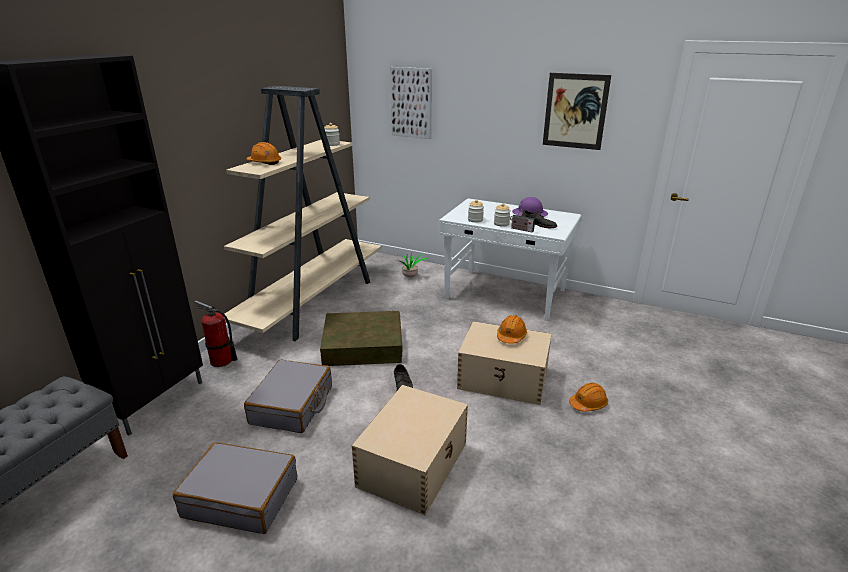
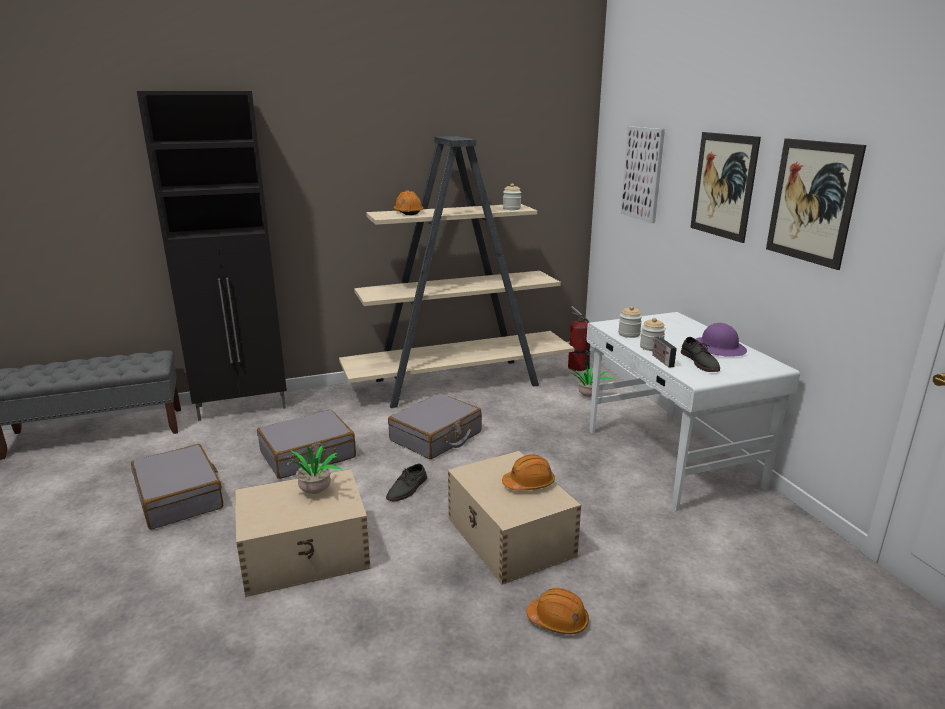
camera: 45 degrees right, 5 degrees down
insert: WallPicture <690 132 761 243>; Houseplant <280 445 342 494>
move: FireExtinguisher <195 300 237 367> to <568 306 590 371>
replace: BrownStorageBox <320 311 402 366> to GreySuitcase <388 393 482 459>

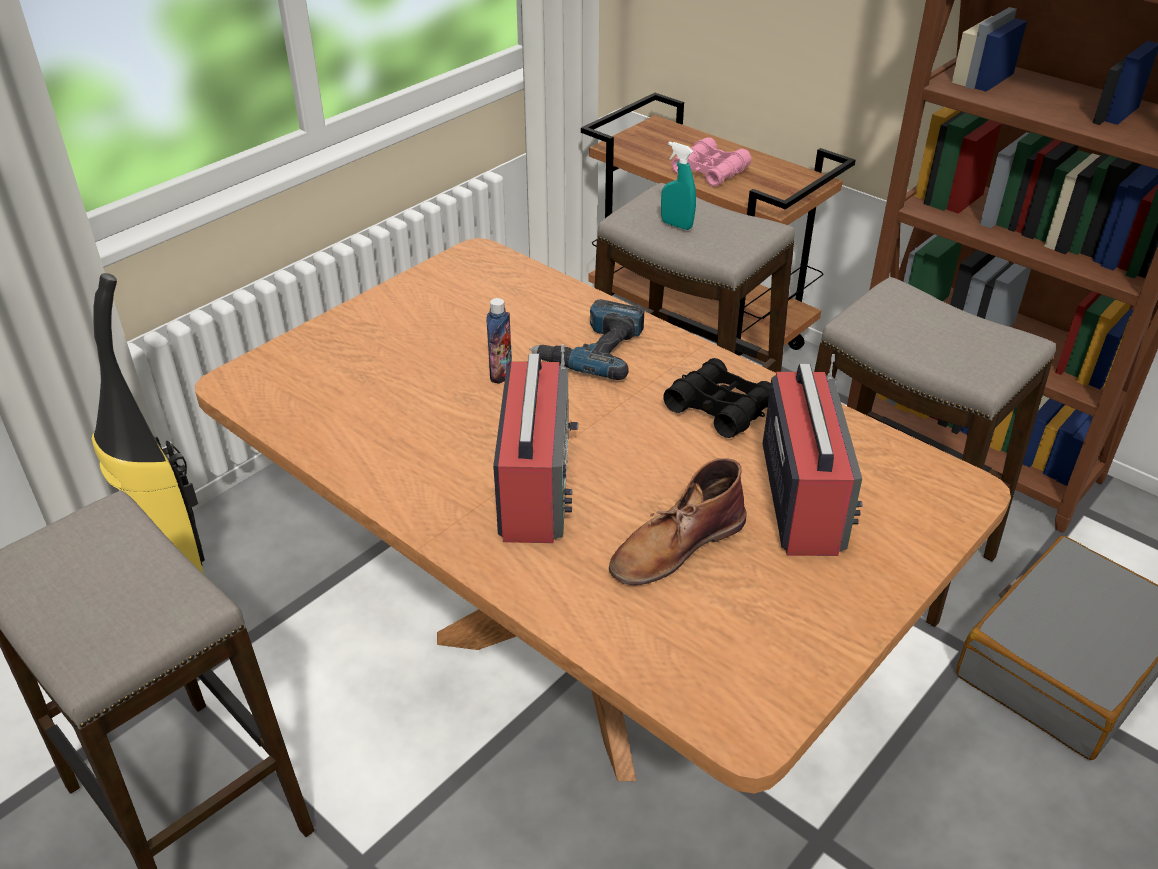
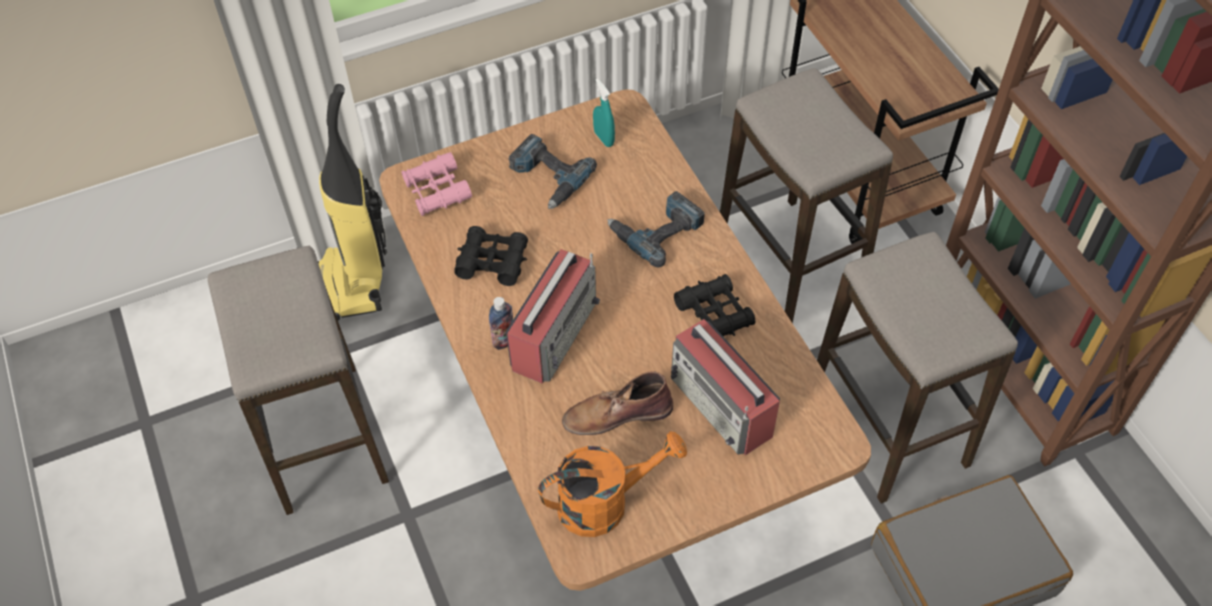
camera: 25 degrees right, 15 degrees up
insert: PowerDrill <508 134 597 209>; BlackPairOfBinoculars <454 226 528 286>; OrangeColouredWateringPot <538 431 687 537>
move: PinkishPairOfBinoculars <671 137 752 187> to <401 152 472 216>; BlueGreenHandSprayer <661 142 696 230> to <593 78 615 147>; DrinkBottle <486 298 512 384> to <489 297 513 350>
rotate: RadioSet <762 354 863 556> = <671 319 780 455> 120 degrees clockwise

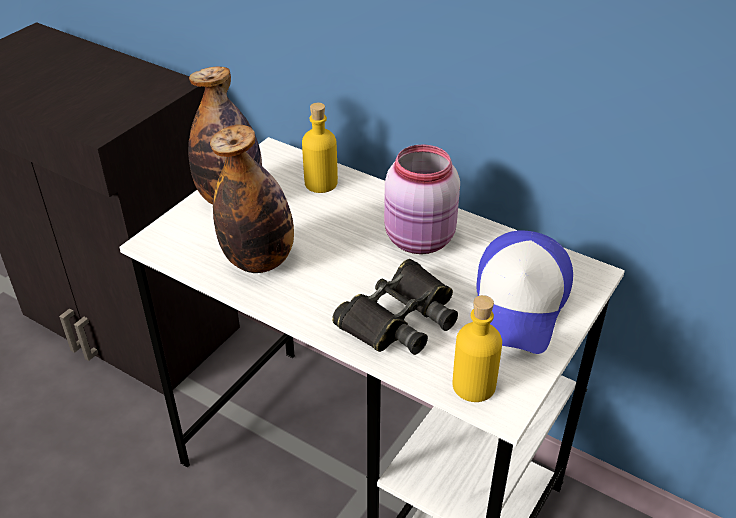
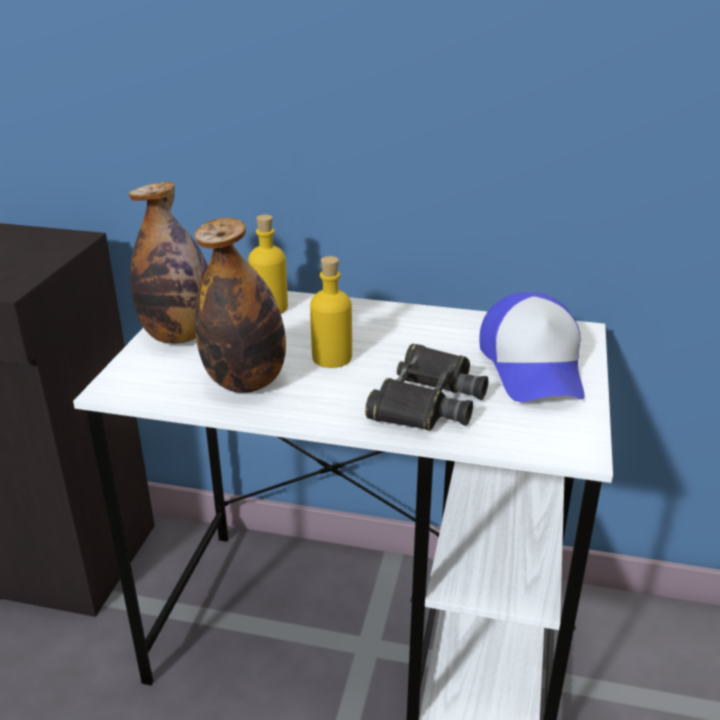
camera: 20 degrees left, 10 degrees down
delete: PinkishJar <384 144 460 254>
move: YellowDrinkBottle <453 295 502 402> to <310 256 352 368>

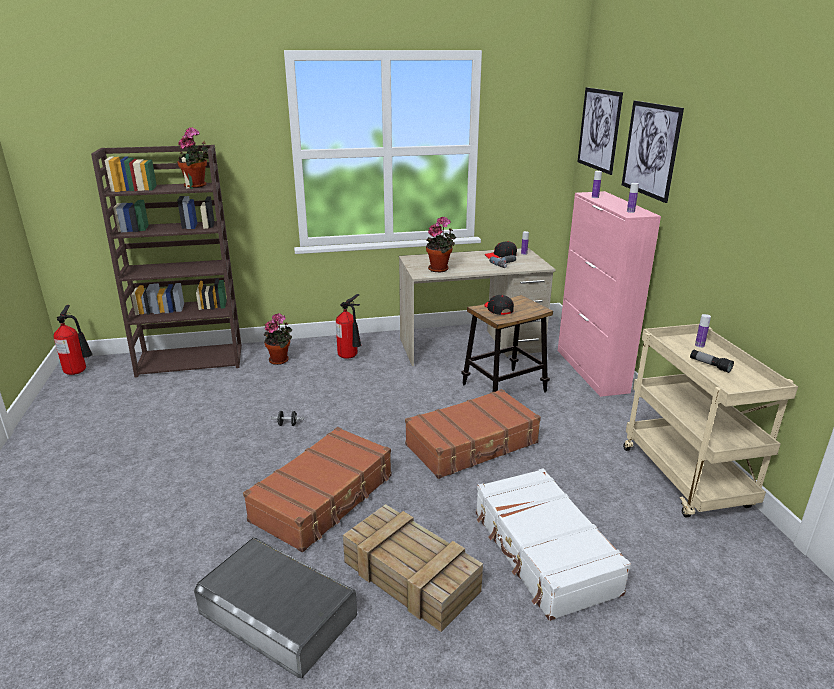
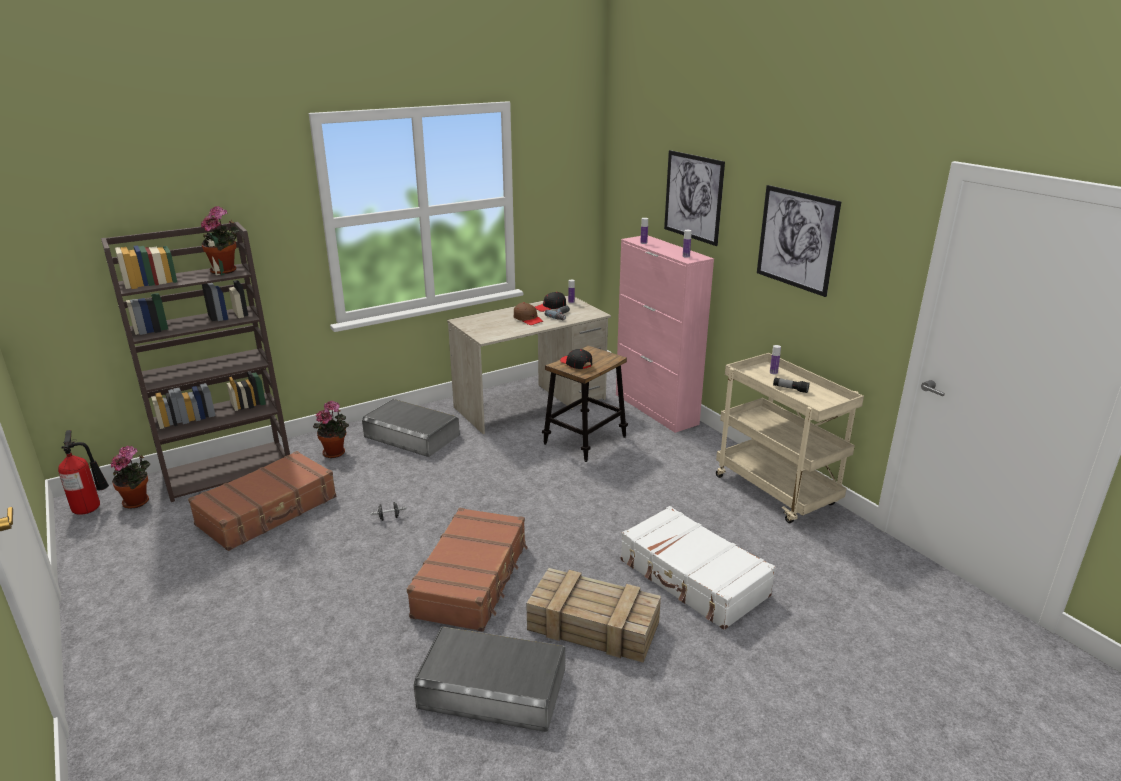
camera: 20 degrees left, 0 degrees up
insert: BrownBaseballCap <514 302 543 325>
move: WallPicture <577 87 623 175> to <757 185 841 297>; Houseplant <426 216 456 272> to <111 446 150 509>; BrownSuitcase <405 389 541 479> to <188 451 336 551>
replace: FireExtinguisher <336 294 361 359> to GreyStorageBox <362 399 460 457>

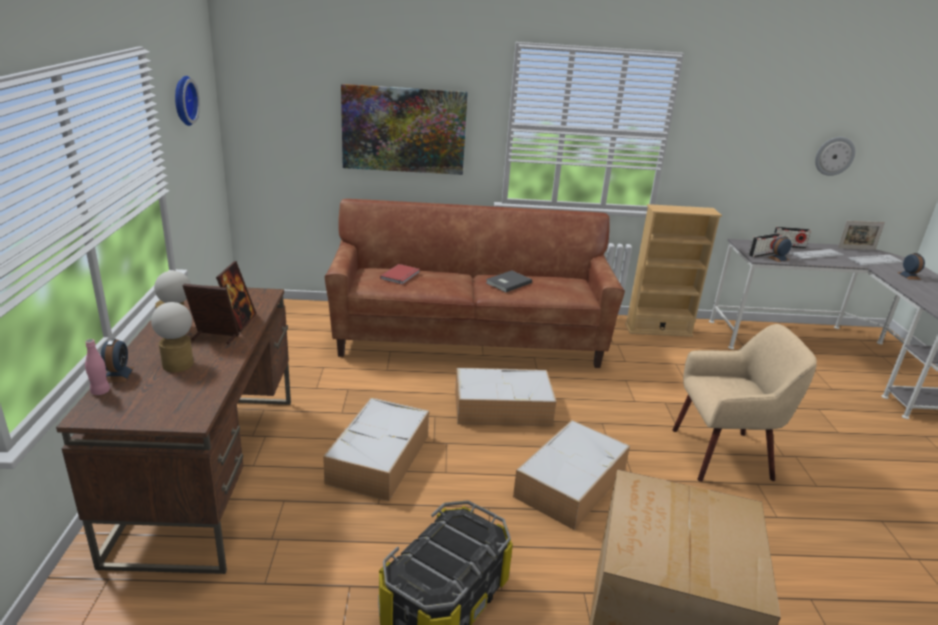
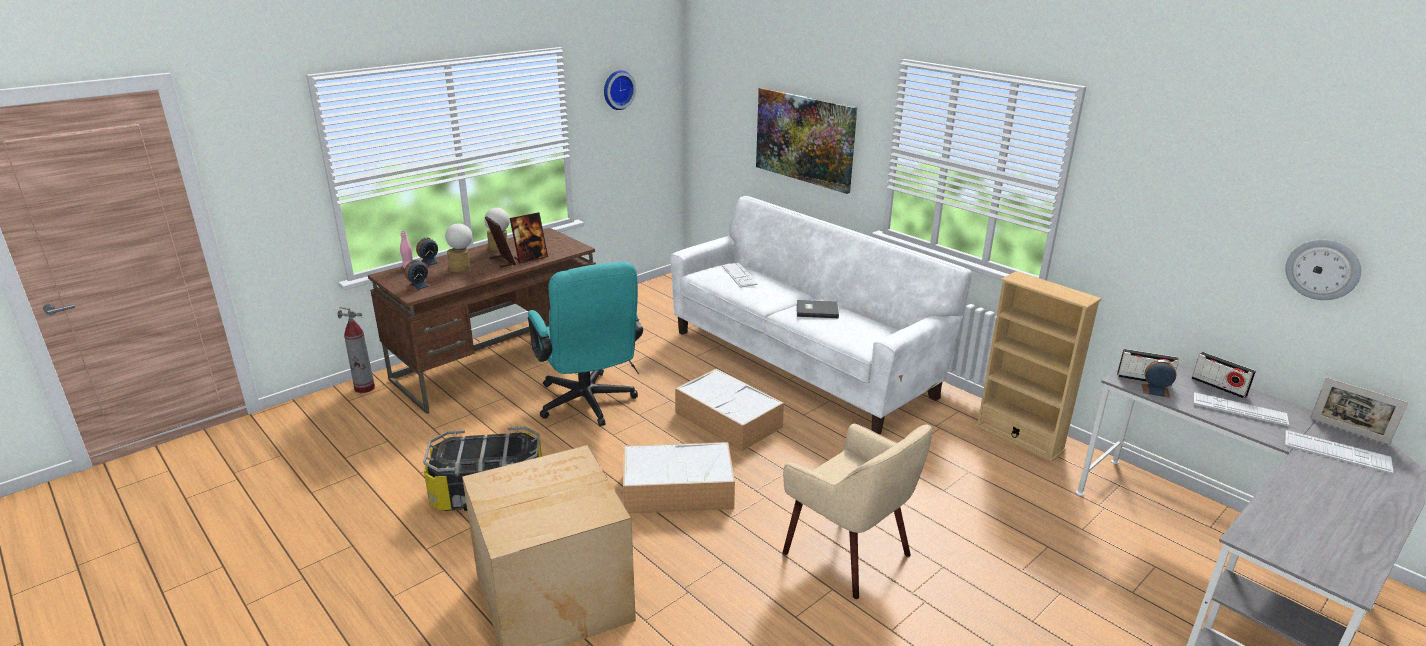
camera: 50 degrees right, 0 degrees up
insert: FireExtinguisher <338 307 375 393>
move: TableClock <898 253 925 280> to <404 260 431 291>
replace: ReddishVolume <380 264 420 285> to ComputerKeyboard <722 263 758 288>; StorageBox <323 397 429 501> to BlueGreenOfficeChair <528 262 643 426>
recolor: BrownSettee <325 199 625 368> to WhiteColouredSettee <670 196 972 434>

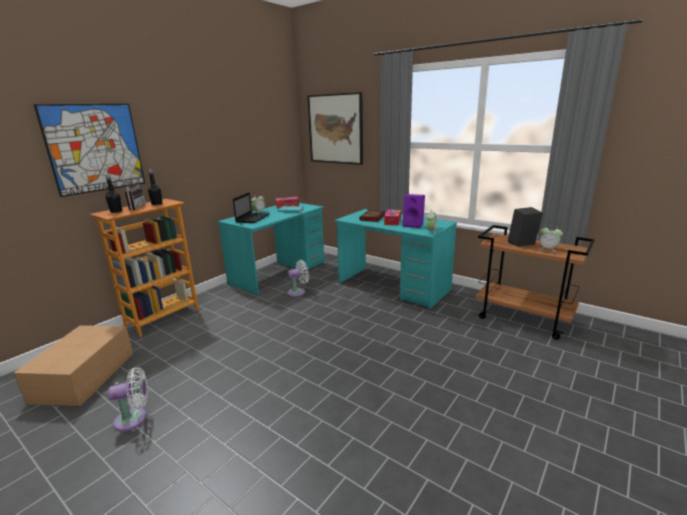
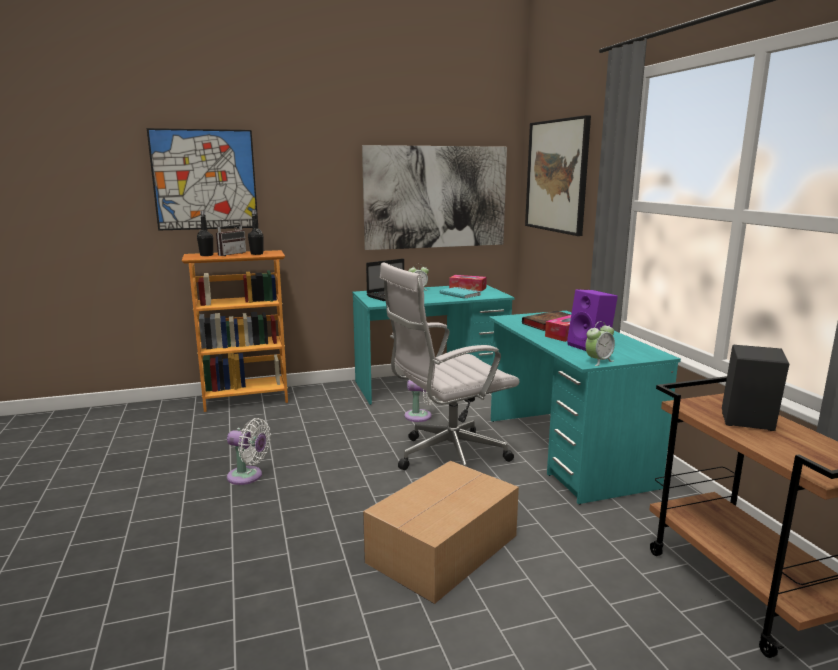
camera: 35 degrees right, 5 degrees down
delete: TableClock <539 225 563 252>
insert: WallPicture <362 145 507 250>; WhiteColouredOfficeChair <380 262 520 470>
move: Carton <14 325 133 407> to <363 461 519 604>; WhiteColouredElectricFan <108 367 148 431> to <227 418 271 485>

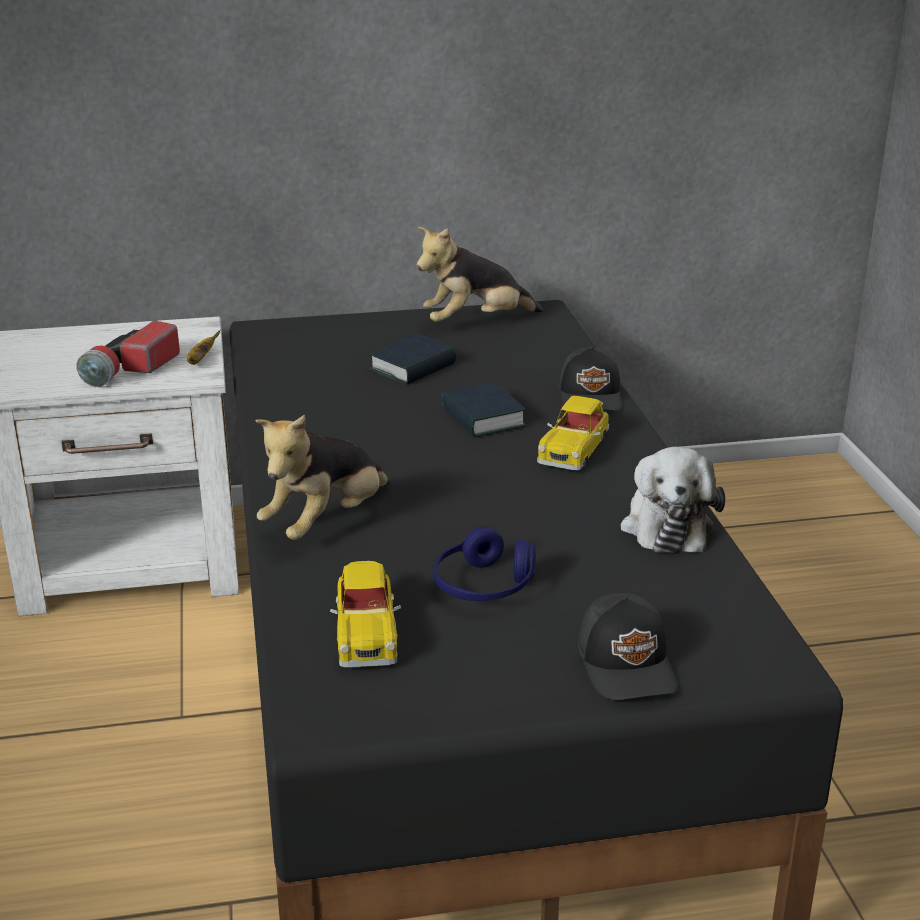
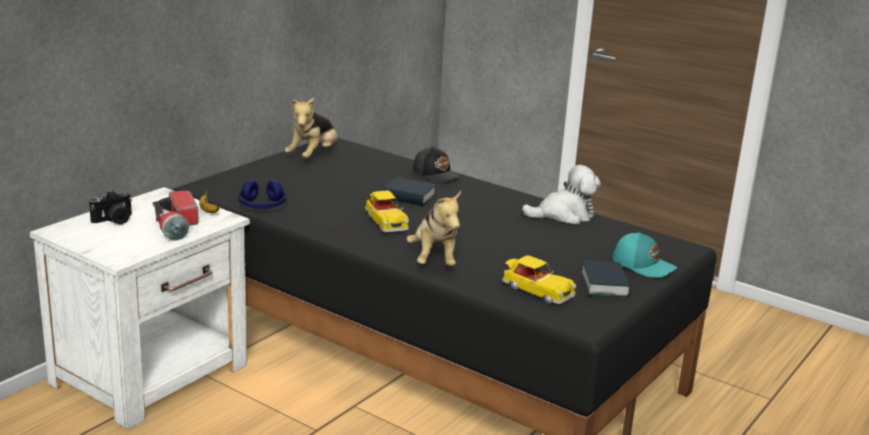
camera: 45 degrees left, 5 degrees down
insert: PhotoCamera <89 191 132 224>
move: Volume <369 334 456 385> to <581 260 631 298>; ToyCar <537 396 609 470> to <365 191 409 232>; BlueColouredHeadphones <433 526 536 601> to <238 180 286 209>
recolor: BlackBaseballCap <578 593 678 700> to BlueGreenBaseballCap <613 232 678 278>
rotate: CuddlyToy <621 447 725 553> = <522 165 601 225> 60 degrees counterclockwise

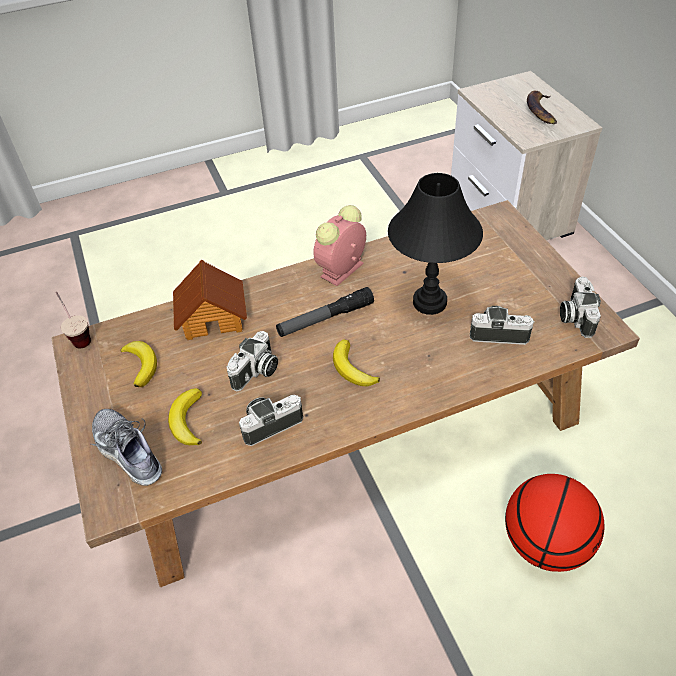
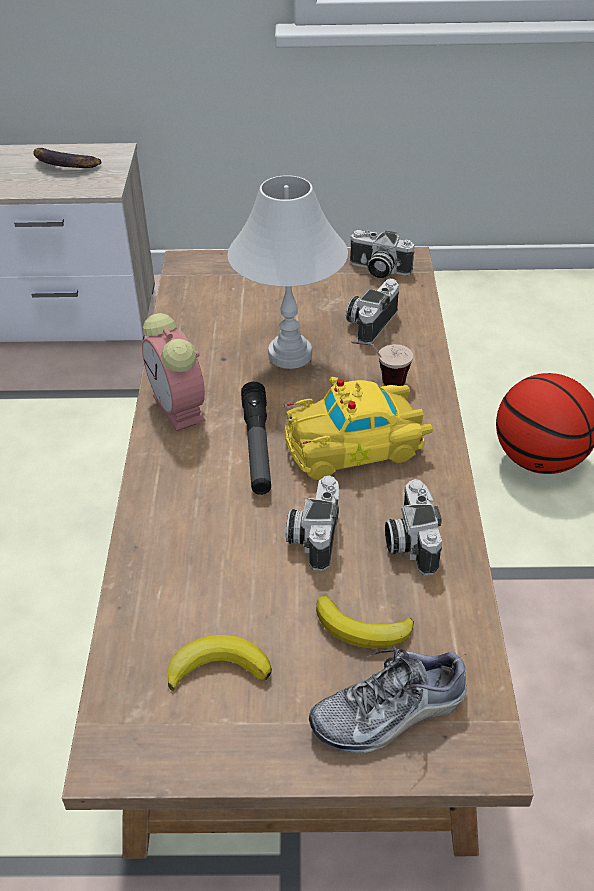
camera: 70 degrees left, 5 degrees down
delete: MiniatureHouse <173 259 247 340>
move: SmallCup <56 292 91 348> to <351 341 413 386>
replace: BananaFruit <333 340 380 387> to YellowToyCar <283 377 433 480>
recolor: BlackTabletopLamp <388 173 483 315> to WhiteColouredTabletopLamp <227 175 348 369>
rotate: PhotoCamera <227 331 278 391> = <286 476 339 571> 135 degrees counterclockwise

